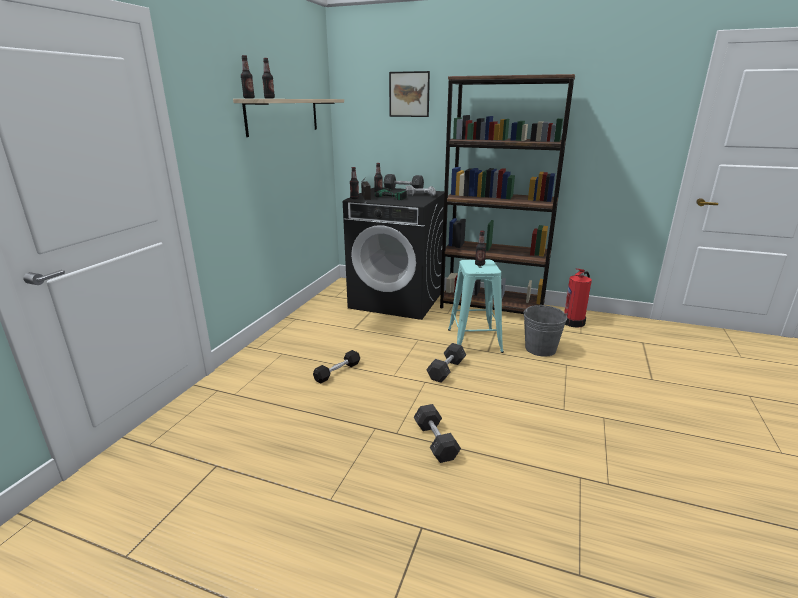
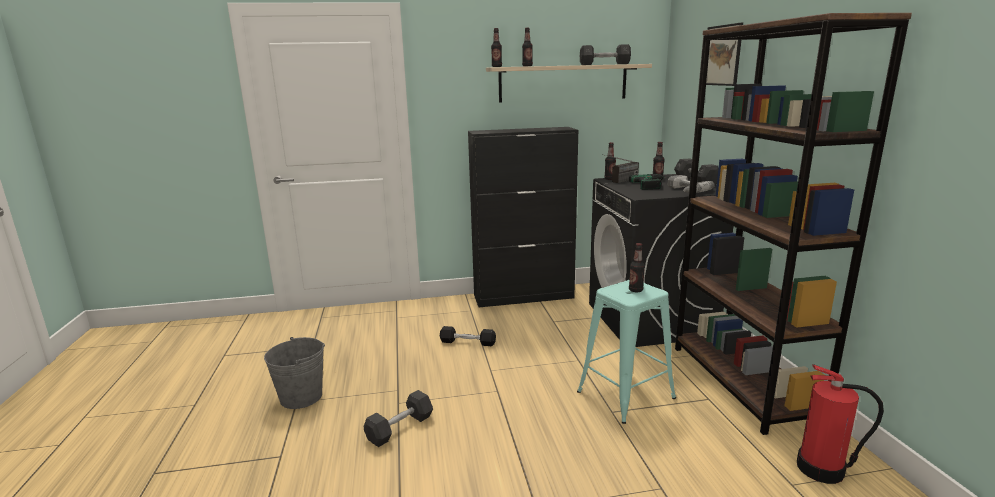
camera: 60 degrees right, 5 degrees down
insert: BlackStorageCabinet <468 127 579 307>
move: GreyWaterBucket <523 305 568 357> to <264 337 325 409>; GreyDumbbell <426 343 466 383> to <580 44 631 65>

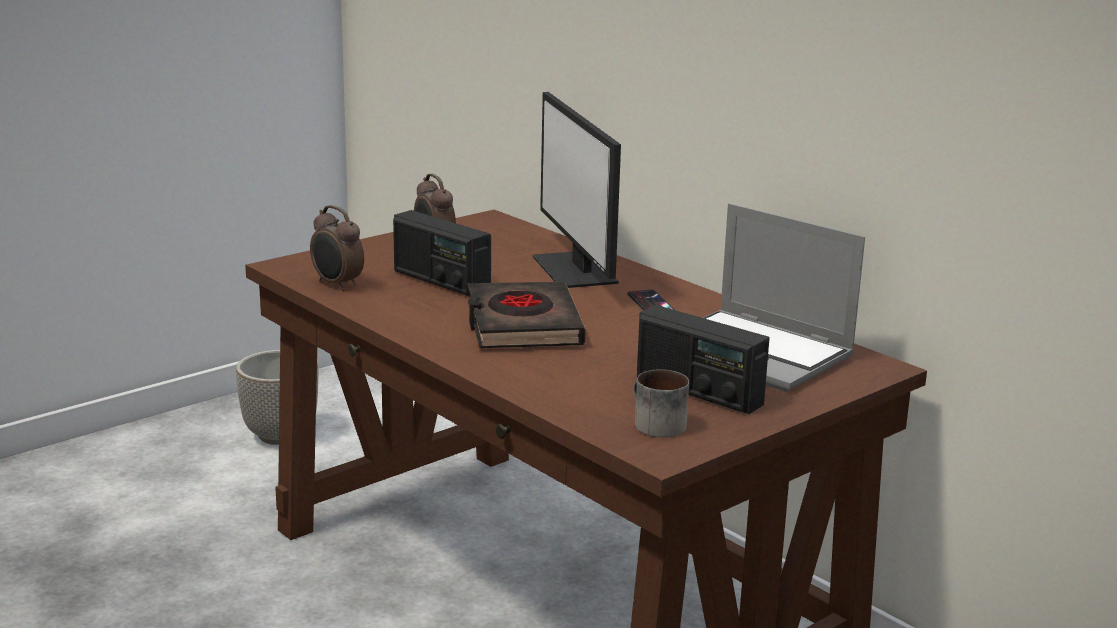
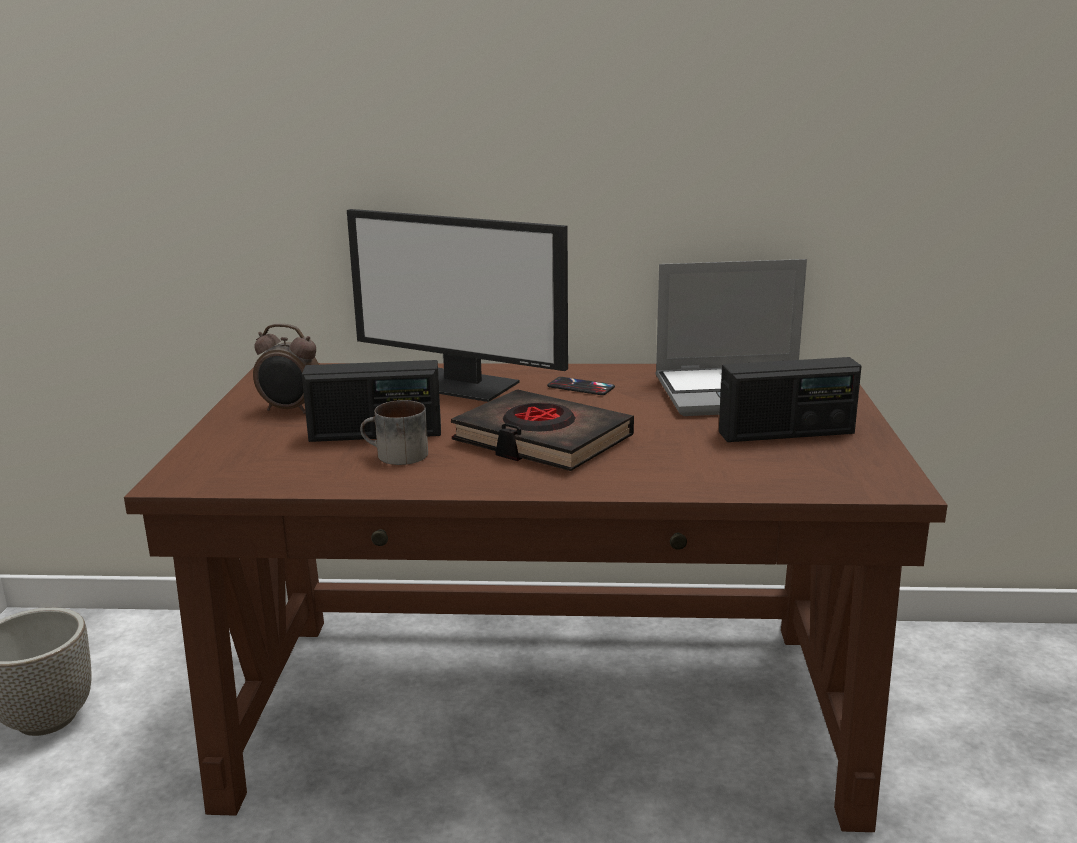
camera: 45 degrees left, 0 degrees up
delete: TableClock <310 205 364 291>
move: TeaMug <633 369 689 437> to <360 400 428 465>

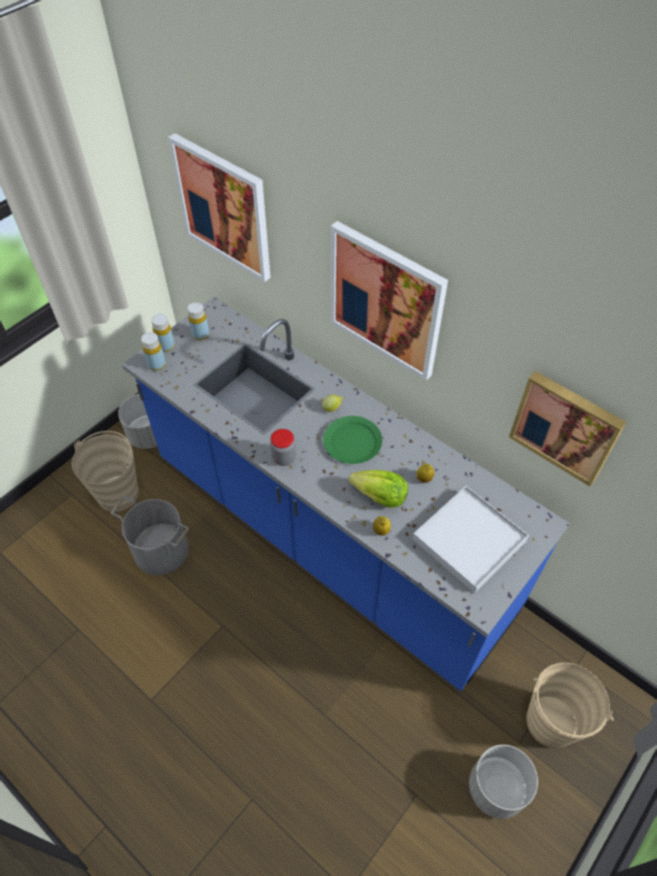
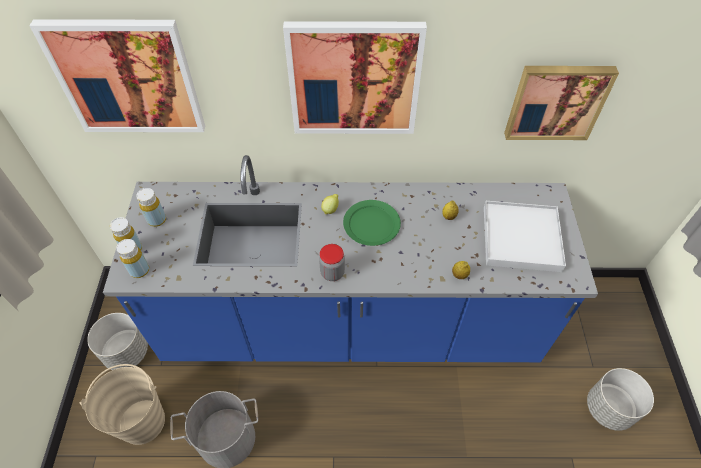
camera: 40 degrees left, 0 degrees up
delete: LettuceHead <349 470 408 508>; BeigeWaterBucket <526 663 613 748>

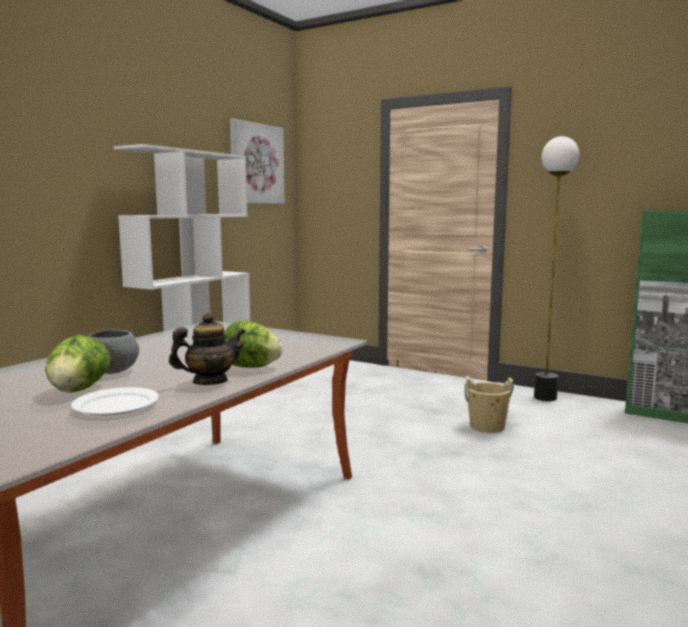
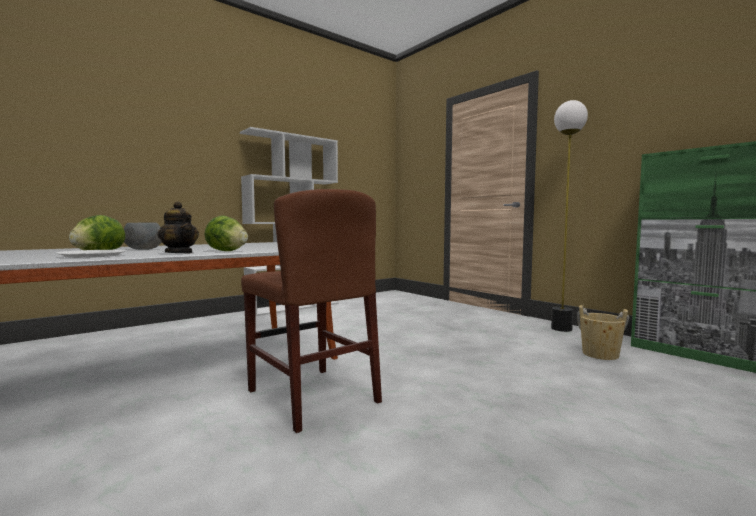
camera: 20 degrees right, 5 degrees down
delete: WallPicture <230 118 285 204>
insert: BrownChair <241 189 382 433>
move: BeigeWaterBucket <464 376 514 433> to <577 305 629 360>
rotate: PotForTea <169 313 246 385> = <158 202 199 253> 45 degrees clockwise

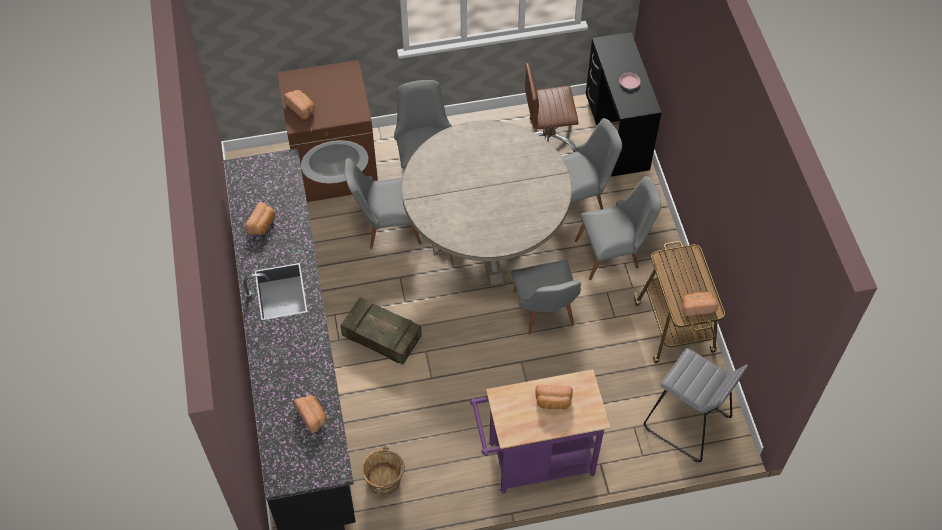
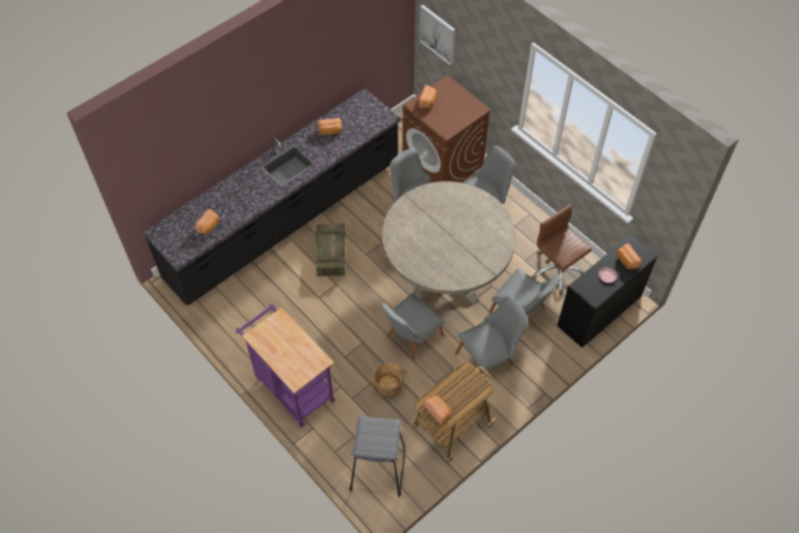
camera: 60 degrees right, 0 degrees up
insert: WallPicture <419 4 455 66>
move: Bread <535 385 573 409> to <617 243 642 269>; BrownWaterBucket <362 446 405 497> to <370 363 408 397>
rotate: GreyChair <575 176 661 280> = <455 296 528 375> 75 degrees counterclockwise

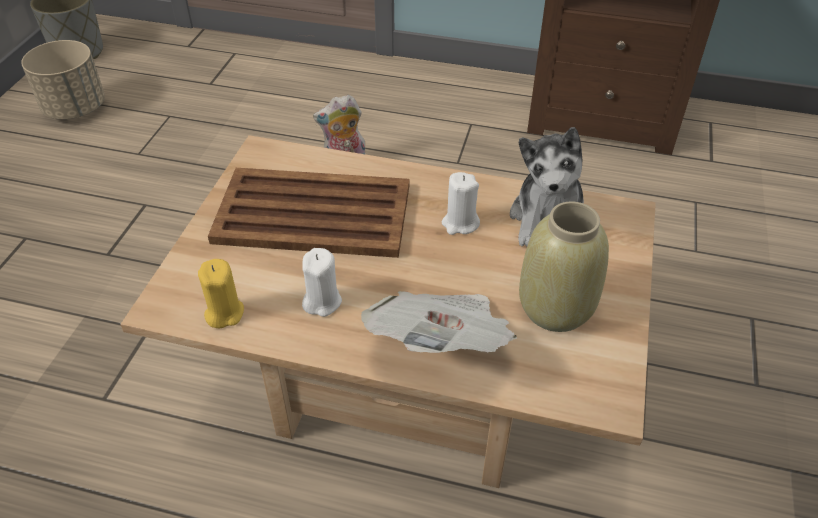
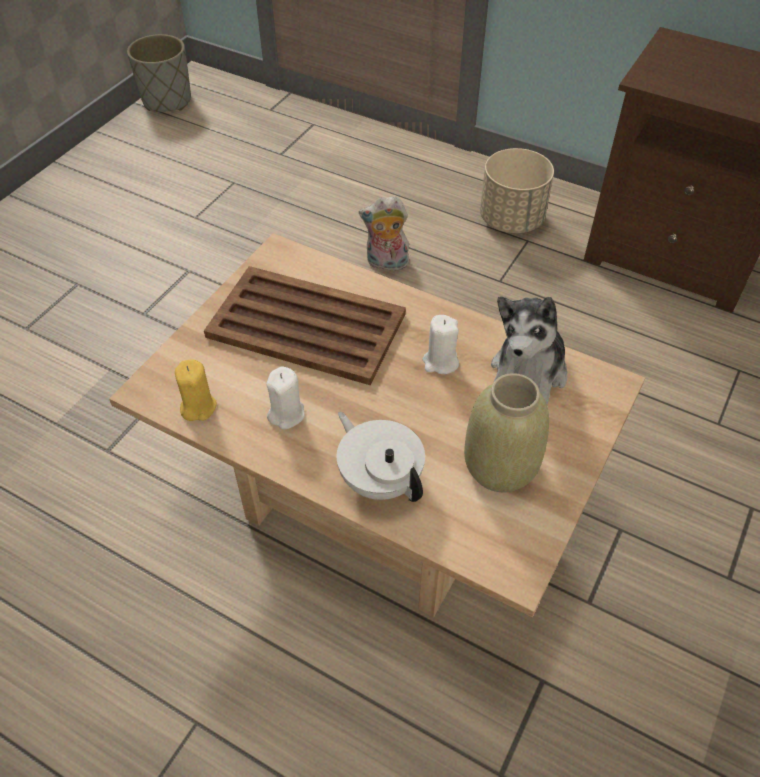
camera: 15 degrees right, 5 degrees up
move: BeigeFlowerPot <21 40 105 119> to <480 148 554 233>
replace: Newspaper <361 291 517 353> to WhiteColouredPotForTea <337 412 425 502>

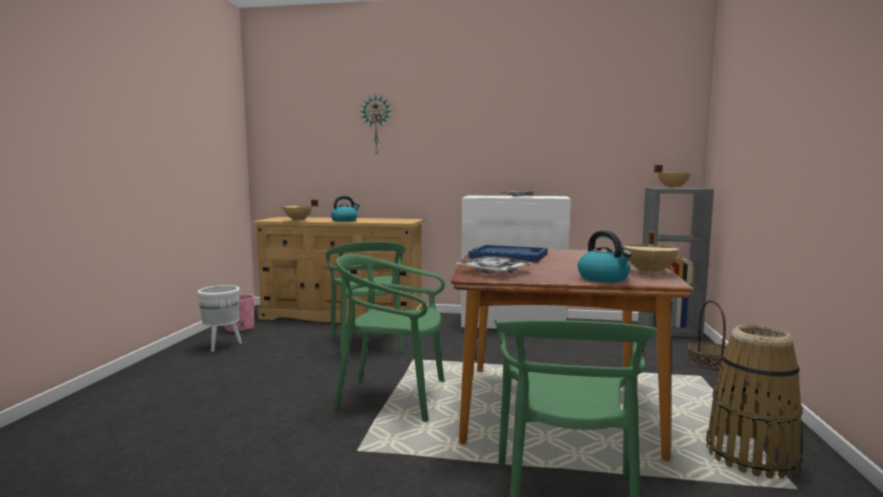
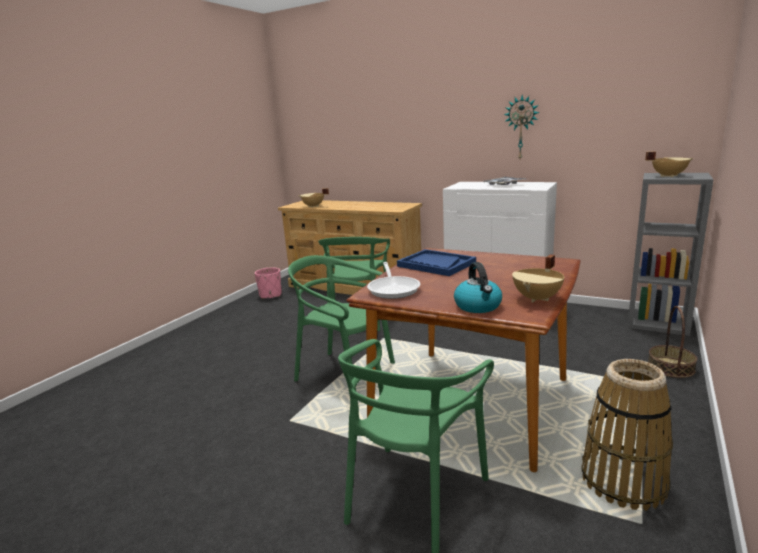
camera: 20 degrees right, 10 degrees up
delete: WaterKettle <331 196 360 222>; WhiteColouredFlowerPot <198 285 242 352>
move: HangingClock <360 94 391 156> to <504 95 540 159>
replace: Tray <455 256 533 274> to Skillet <367 262 420 299>

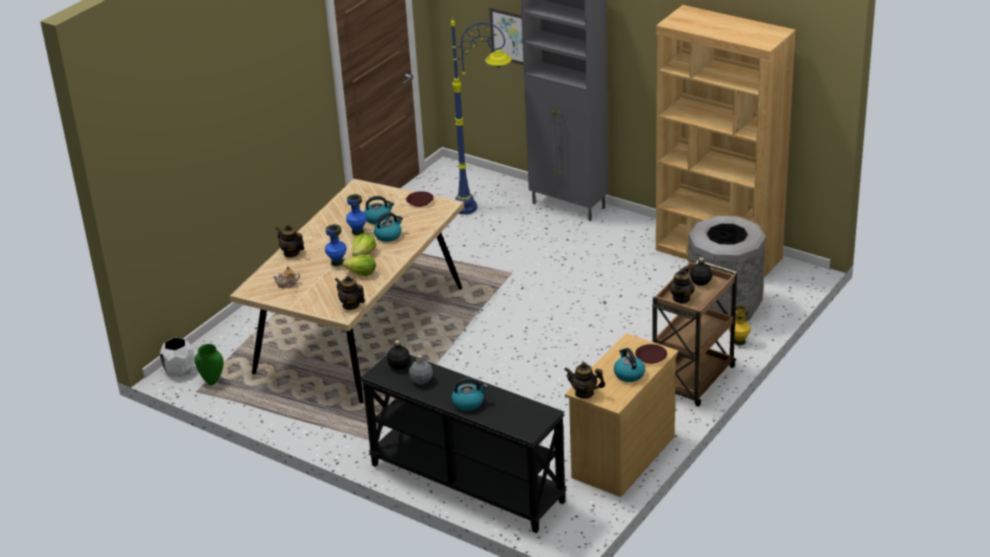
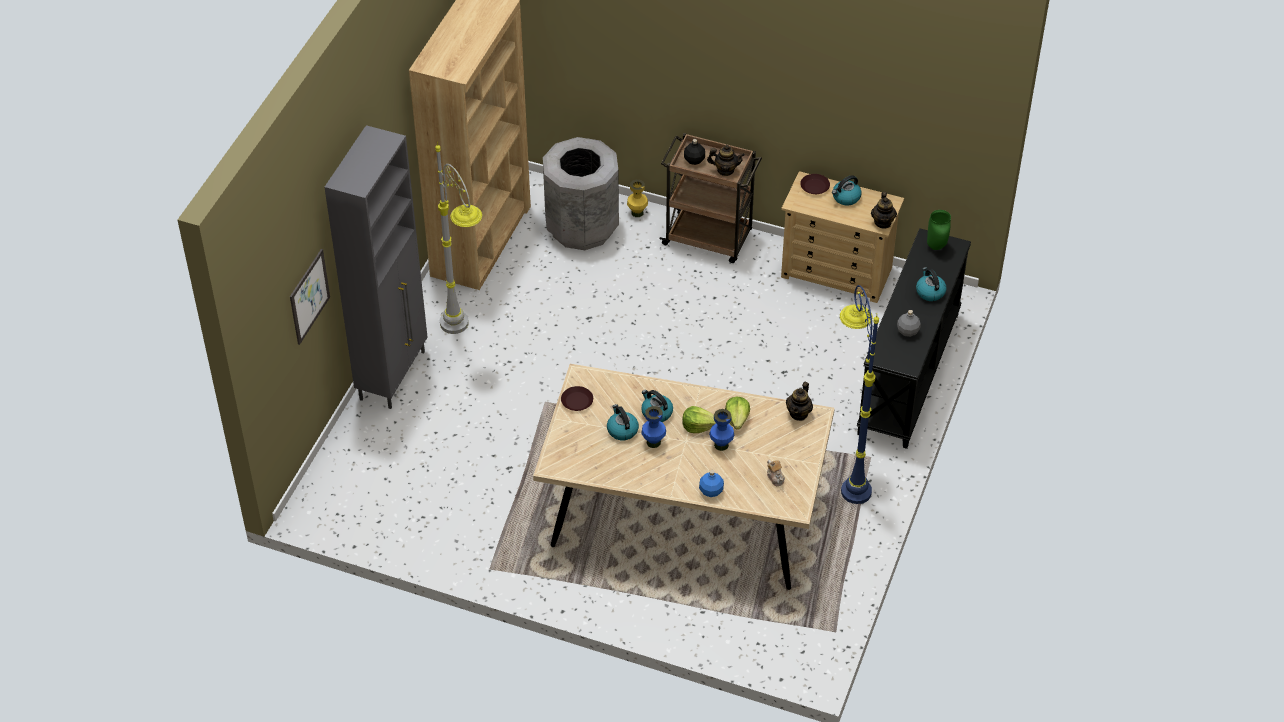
camera: 105 degrees left, 15 degrees up
delete: WhiteColouredFlowerPot <160 337 195 377>; BlackDrinkBottle <387 340 411 370>
insert: GreyStandingLamp <435 142 482 334>
move: BlueColouredStandingLamp <451 16 512 215> to <840 285 879 504>; GreenColouredDecorativeVase <195 344 224 385> to <927 210 951 250>
replace: PotForTea <276 224 305 257> to BlueColouredDrinkBottle <699 470 724 497>

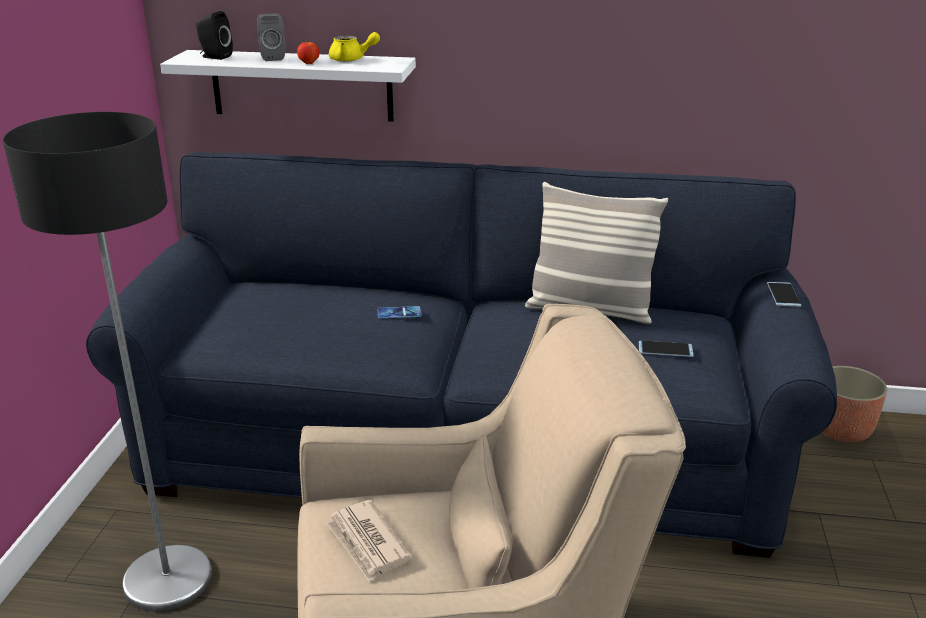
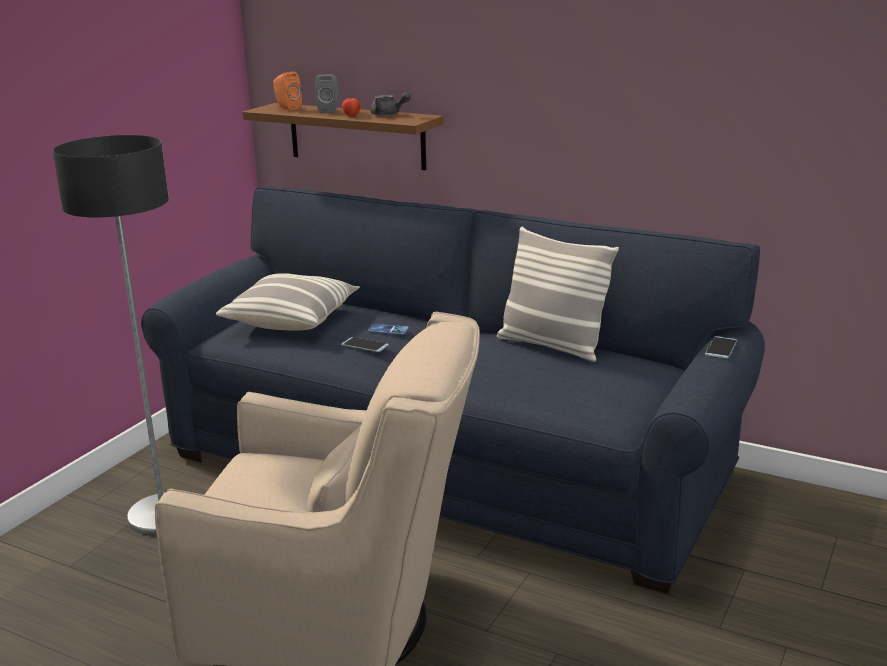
camera: 20 degrees right, 5 degrees down
delete: FlowerPot <822 366 887 442>; Newspaper <326 500 412 582>
insert: Pillow <216 273 360 331>
move: Telephone <639 341 694 357> to <341 337 389 352>
recolor: BlackAudioSpeaker <196 11 233 60> to OrangeColouredAudioSpeaker <274 71 302 111>; YellowPotForTea <329 32 380 62> to GreyPotForTea <370 92 411 116>; WhiteColouredShelf <160 50 416 122> to BrownShelf <242 103 444 170>

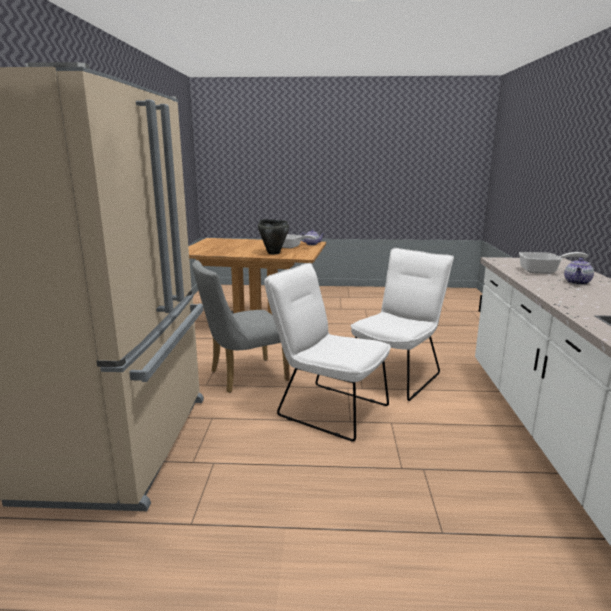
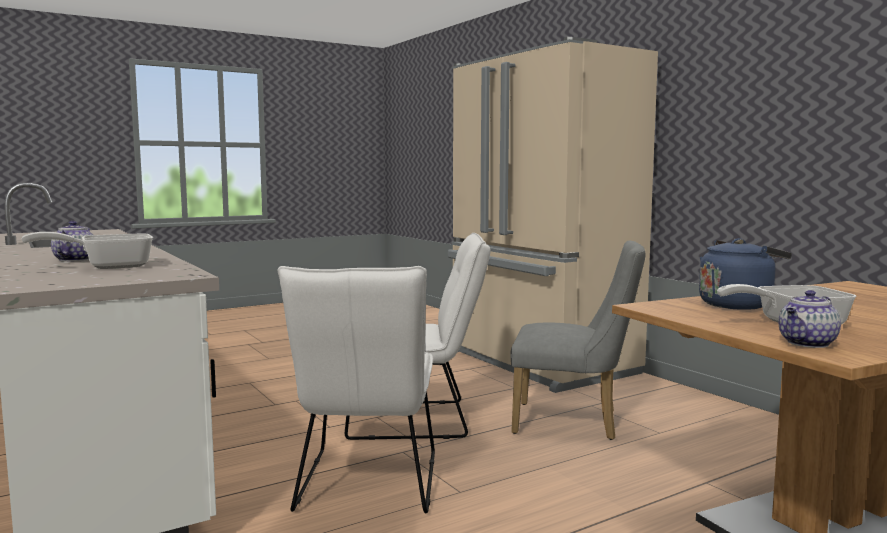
camera: 145 degrees right, 10 degrees down
replace: BlackSaucepot <258 219 289 254> to BlueColouredWaterKettle <699 238 792 310>
rotate: GreyChair <192 260 290 393> = <510 241 645 440> 75 degrees clockwise

